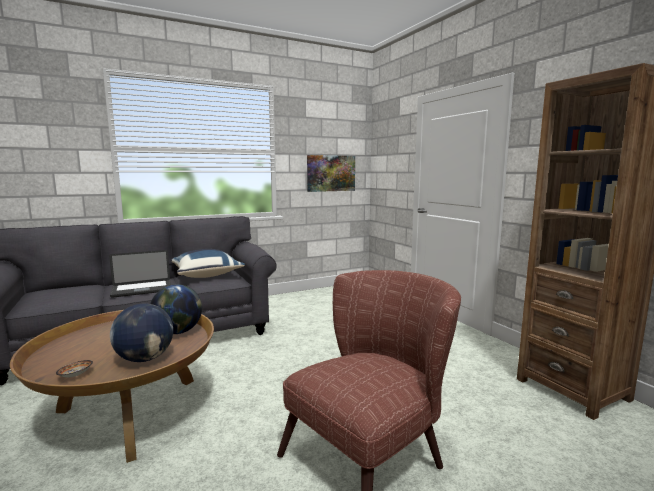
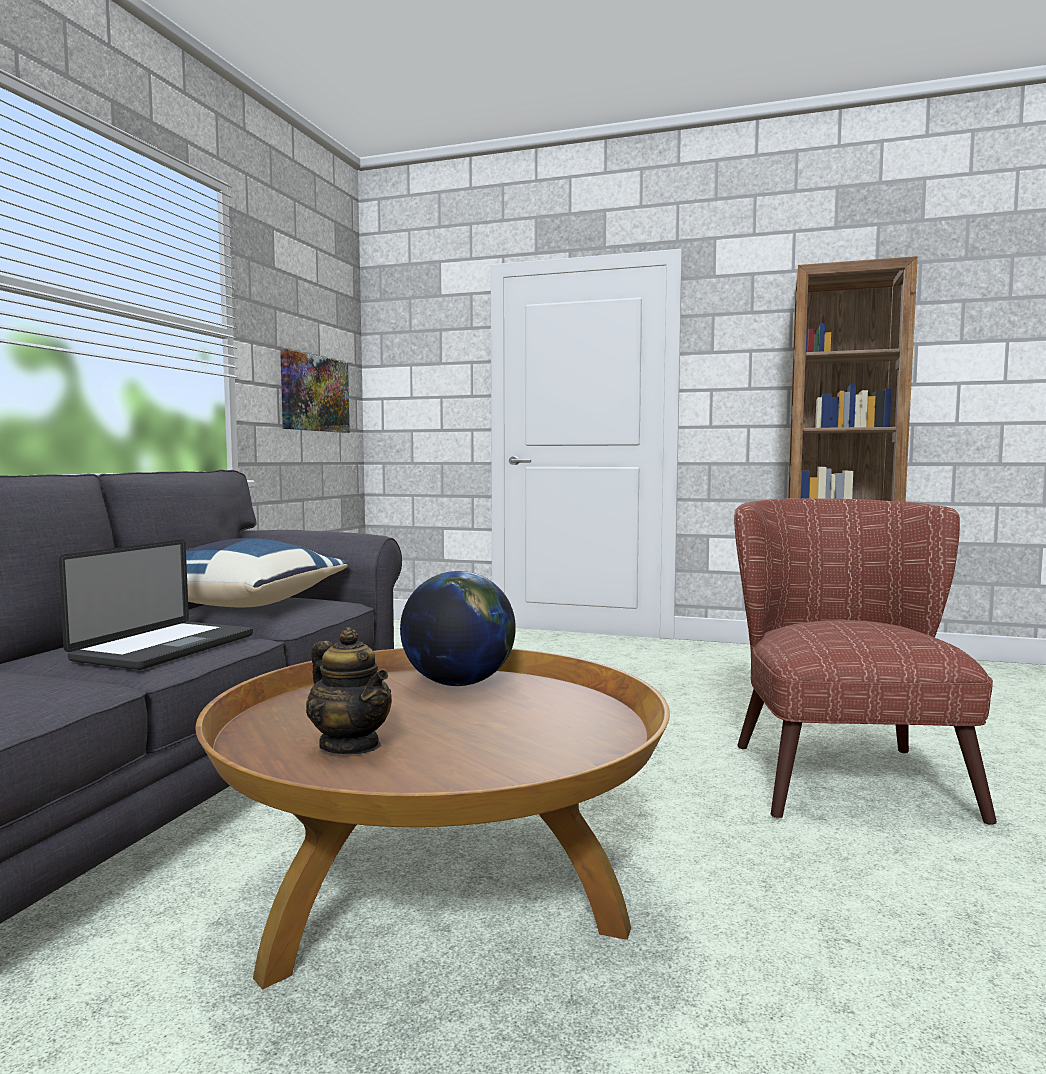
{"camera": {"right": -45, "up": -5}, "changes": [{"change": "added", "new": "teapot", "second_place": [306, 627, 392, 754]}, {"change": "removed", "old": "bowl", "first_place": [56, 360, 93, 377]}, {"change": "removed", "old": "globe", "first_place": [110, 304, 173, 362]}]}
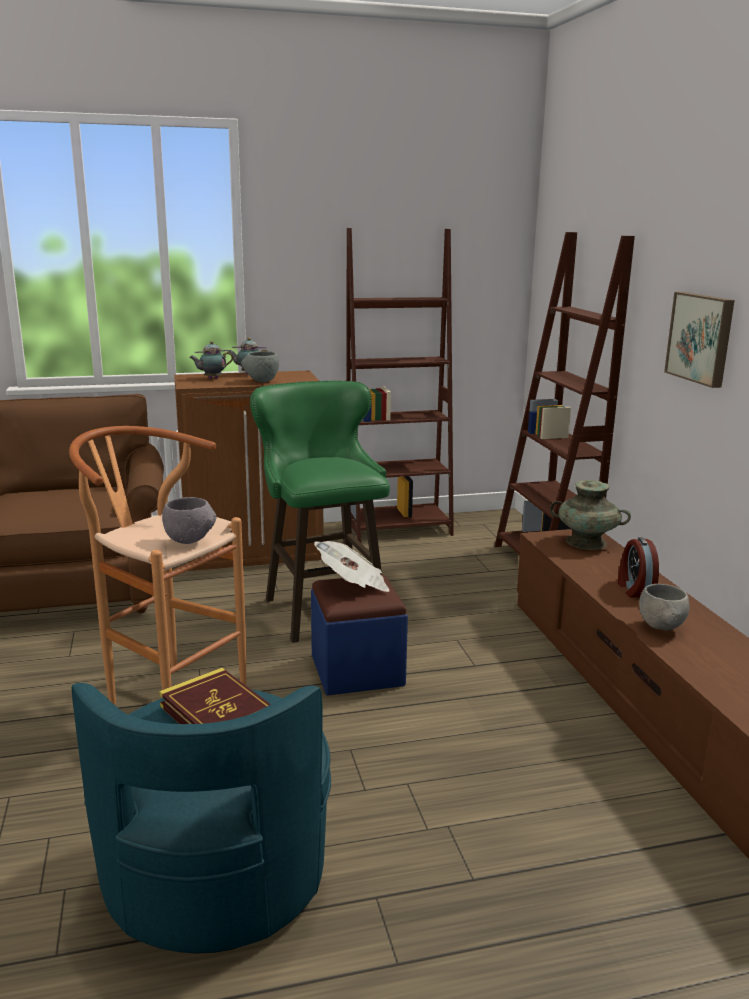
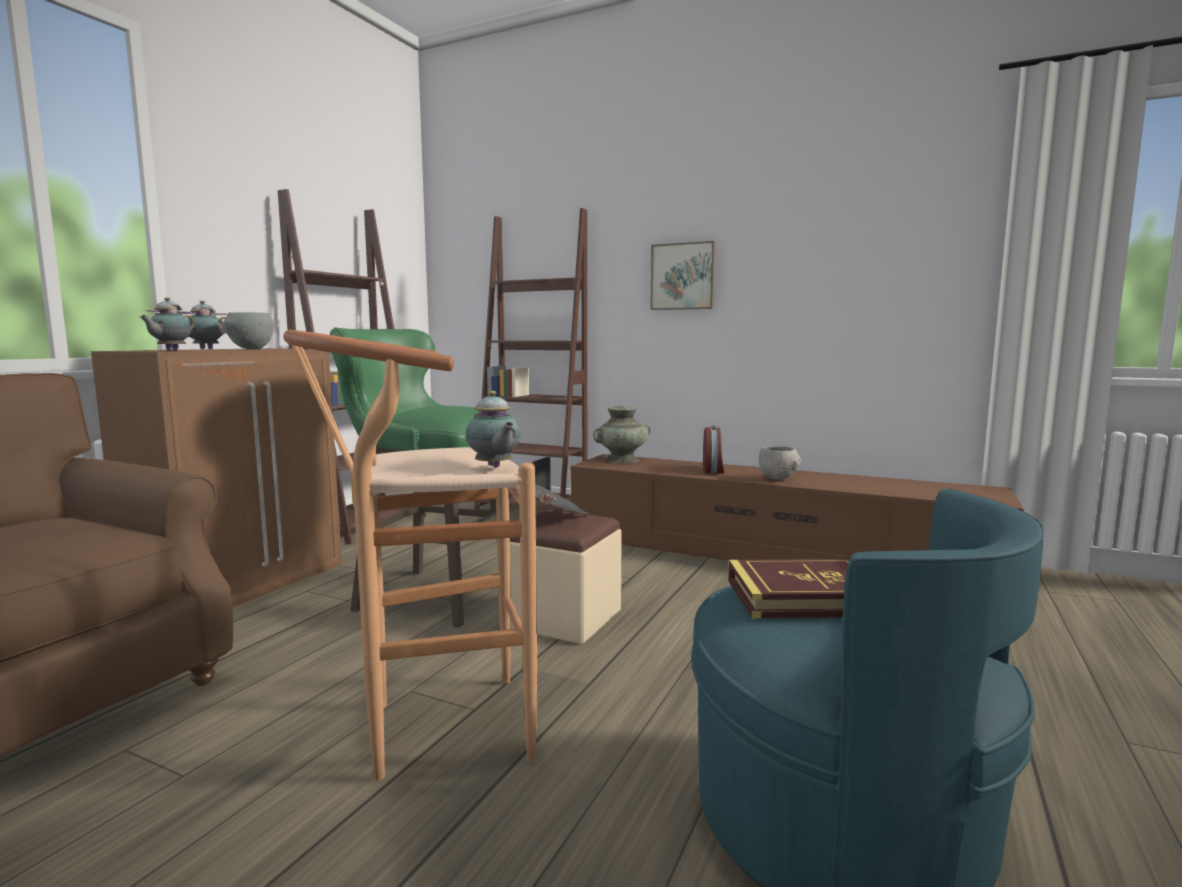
{"camera": {"right": -50, "up": -10}, "changes": [{"change": "replaced", "old": "grey bowl", "new": "teapot", "first_place": [162, 497, 217, 544], "second_place": [466, 391, 521, 468]}, {"change": "recoloured", "old": "blue ottoman", "new": "beige ottoman", "first_place": [311, 575, 408, 696], "second_place": [510, 510, 622, 645]}, {"change": "turned", "old": "alarm clock", "first_place": [618, 537, 659, 597], "second_place": [703, 426, 725, 474], "degrees": -120}]}
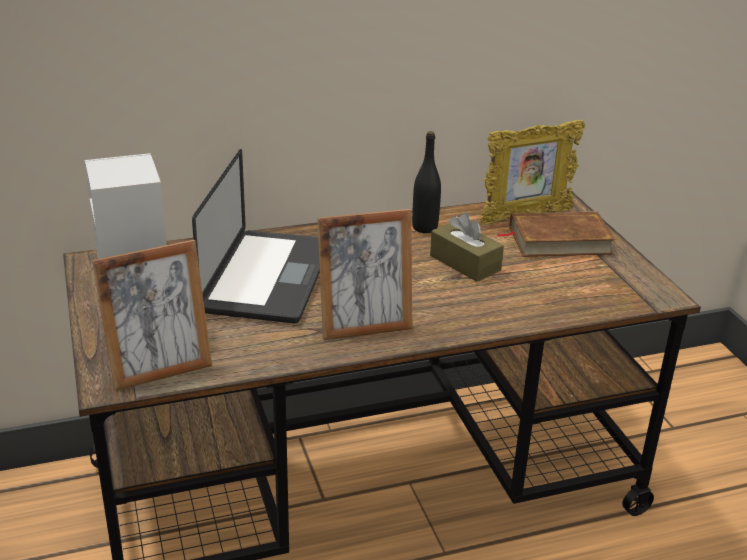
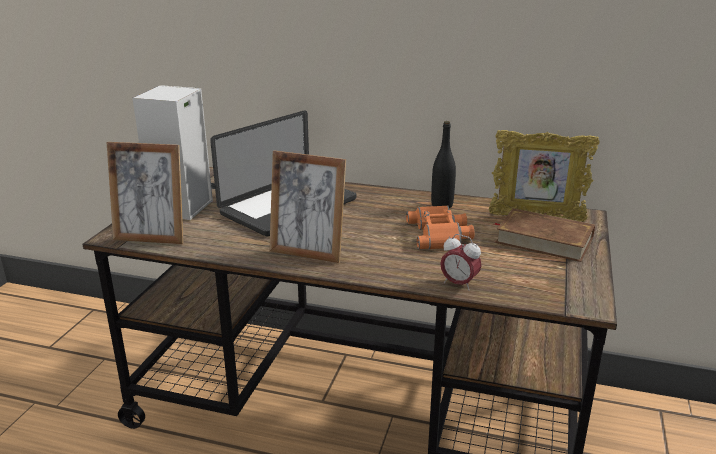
{"camera": {"right": 35, "up": -5}, "changes": [{"change": "replaced", "old": "brown tissue box", "new": "orange binoculars", "first_place": [430, 213, 504, 282], "second_place": [406, 205, 475, 250]}, {"change": "added", "new": "alarm clock", "second_place": [440, 234, 481, 291]}]}
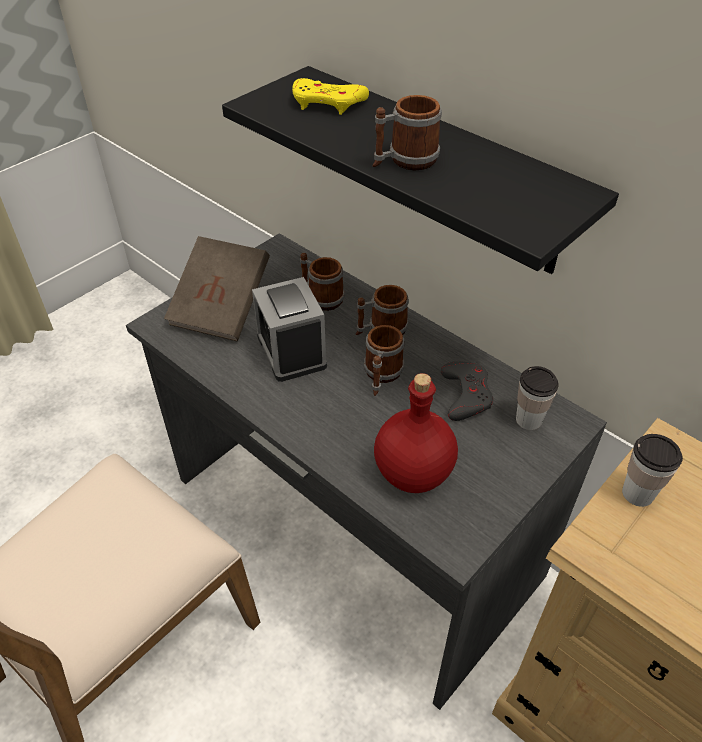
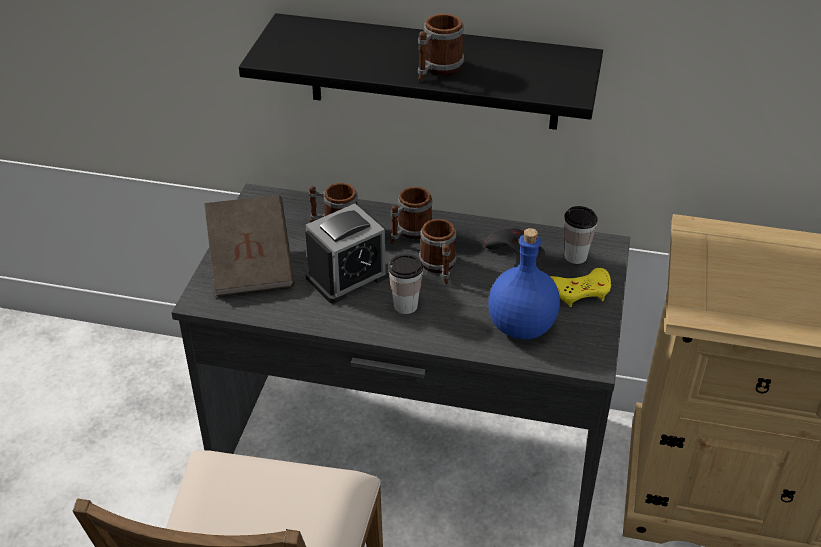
{"camera": {"right": -30, "up": -5}, "changes": [{"change": "turned", "old": "alarm clock", "first_place": [252, 277, 327, 382], "second_place": [305, 204, 389, 304], "degrees": -75}, {"change": "moved", "old": "cup", "first_place": [622, 434, 683, 507], "second_place": [388, 254, 423, 314]}, {"change": "recoloured", "old": "red bottle", "new": "blue bottle", "first_place": [374, 373, 458, 493], "second_place": [488, 228, 560, 339]}, {"change": "moved", "old": "yellow game controller", "first_place": [292, 78, 369, 115], "second_place": [550, 268, 611, 307]}]}
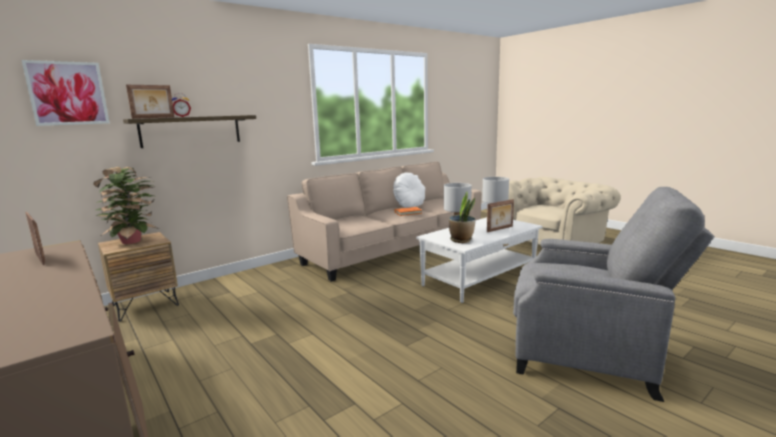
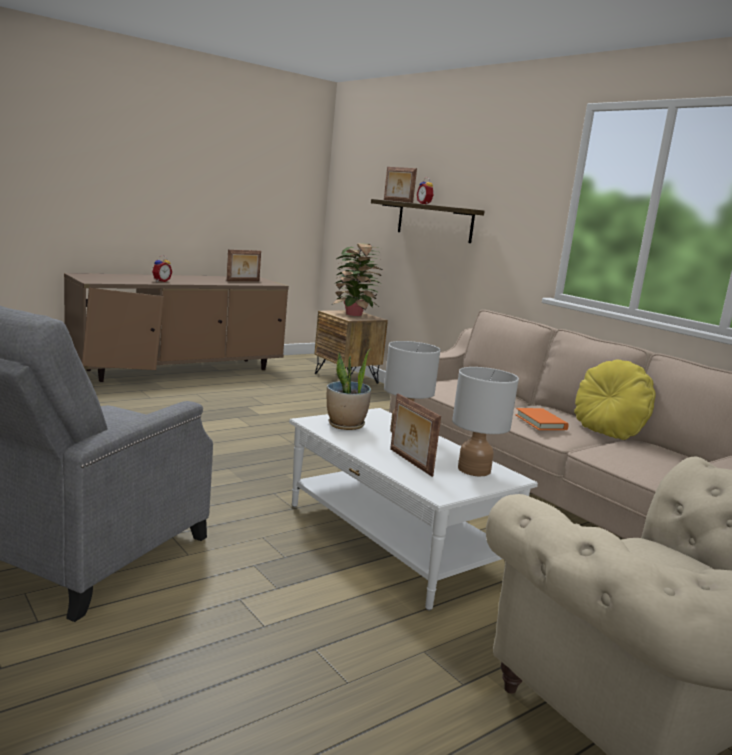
{"camera": {"right": 90, "up": 0}, "changes": [{"change": "added", "new": "alarm clock", "second_place": [152, 255, 172, 282]}, {"change": "recoloured", "old": "white pillow", "new": "yellow pillow", "first_place": [393, 172, 425, 208], "second_place": [574, 360, 656, 440]}, {"change": "removed", "old": "picture", "first_place": [21, 60, 110, 126]}]}
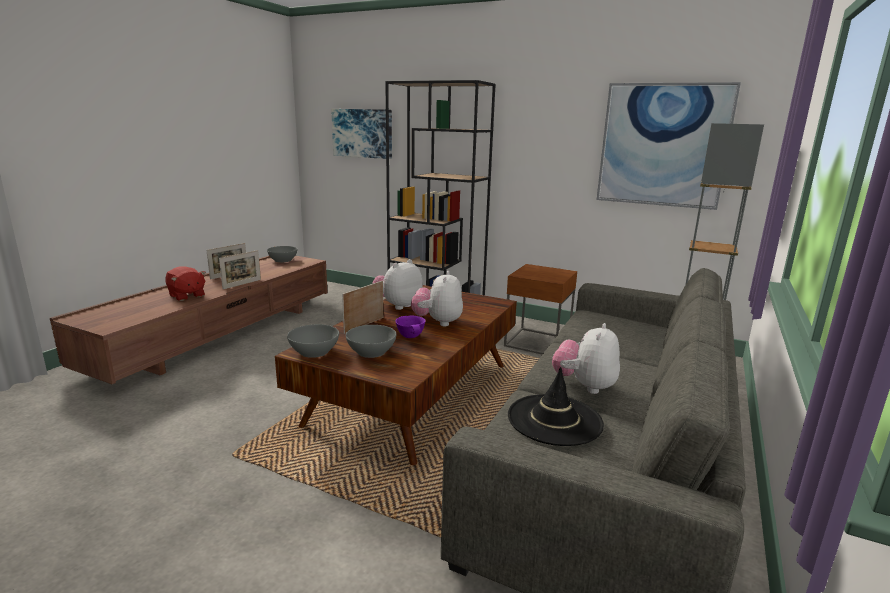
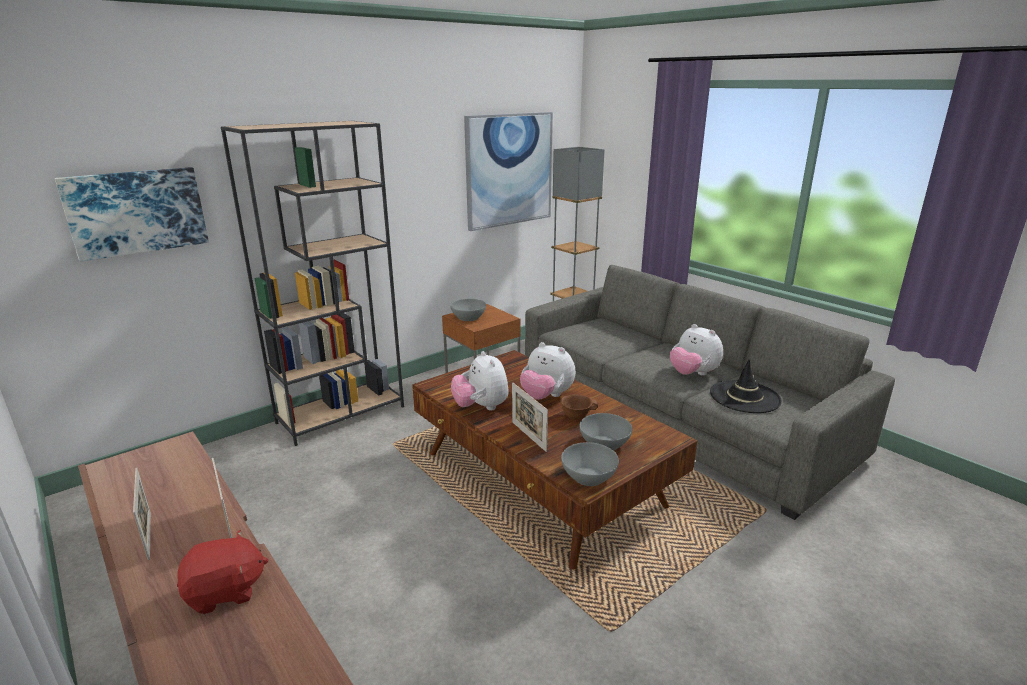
{"camera": {"right": -65, "up": 5}, "changes": [{"change": "moved", "old": "grey bowl", "first_place": [267, 246, 297, 262], "second_place": [450, 299, 486, 321]}, {"change": "recoloured", "old": "purple bowl", "new": "brown bowl", "first_place": [395, 315, 426, 338], "second_place": [561, 394, 598, 420]}]}
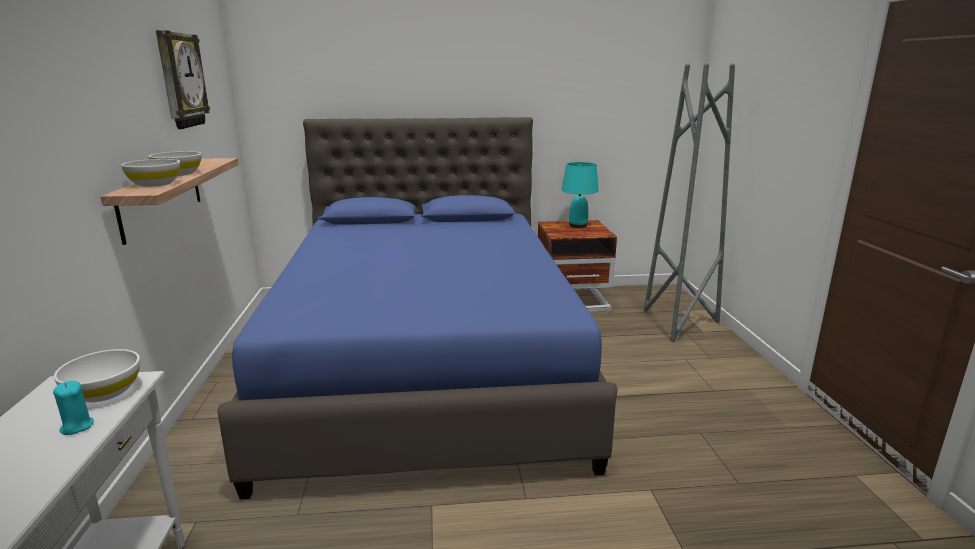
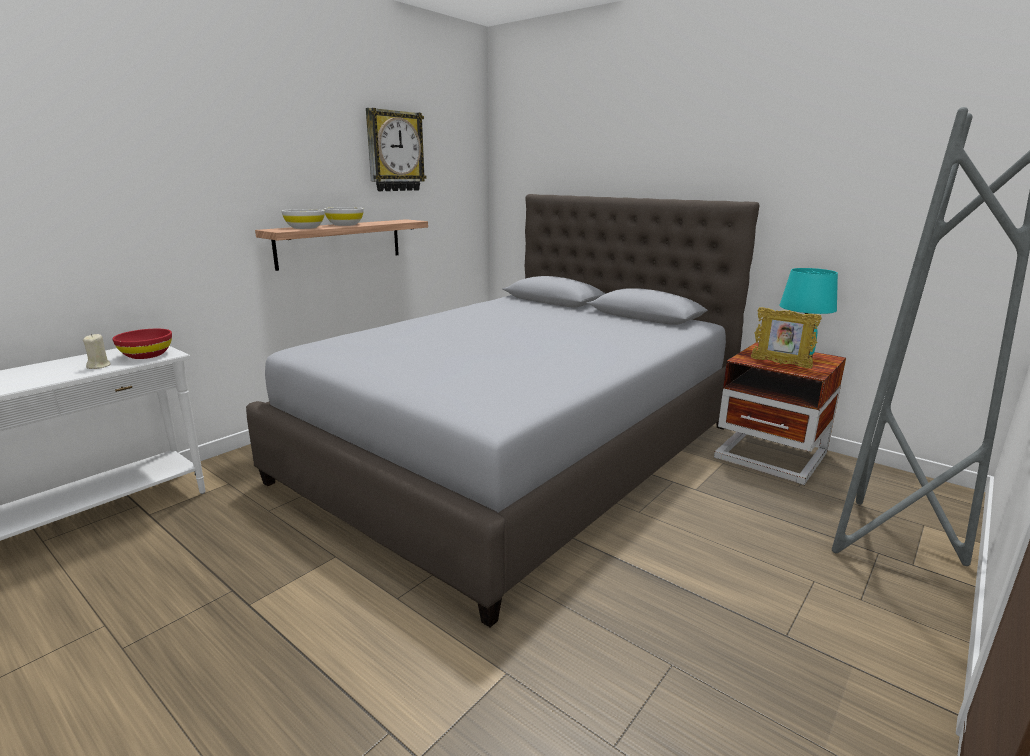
{"camera": {"right": 45, "up": 0}, "changes": [{"change": "recoloured", "old": "turquoise candle", "new": "beige candle", "first_place": [53, 380, 94, 435], "second_place": [83, 334, 111, 369]}, {"change": "recoloured", "old": "white bowl", "new": "red bowl", "first_place": [54, 349, 140, 402], "second_place": [112, 329, 172, 359]}, {"change": "recoloured", "old": "blue bed", "new": "grey bed", "first_place": [217, 117, 617, 500], "second_place": [246, 194, 760, 627]}, {"change": "added", "new": "picture frame", "second_place": [751, 307, 822, 368]}]}
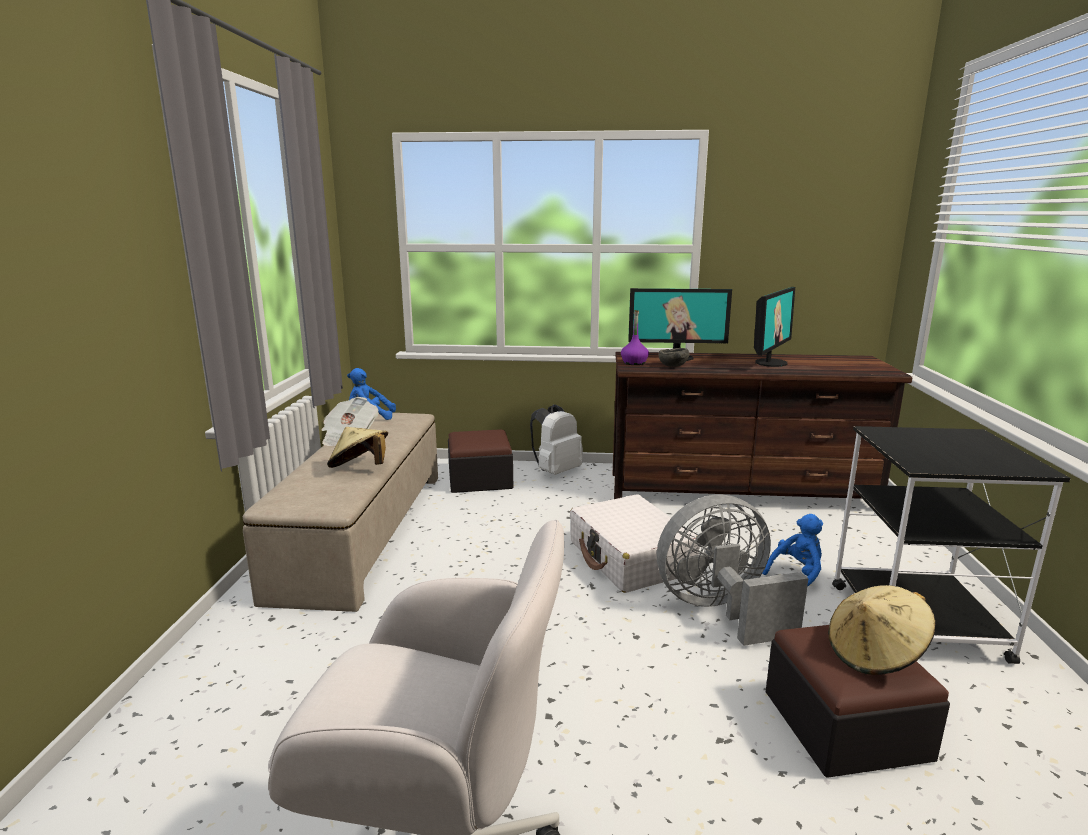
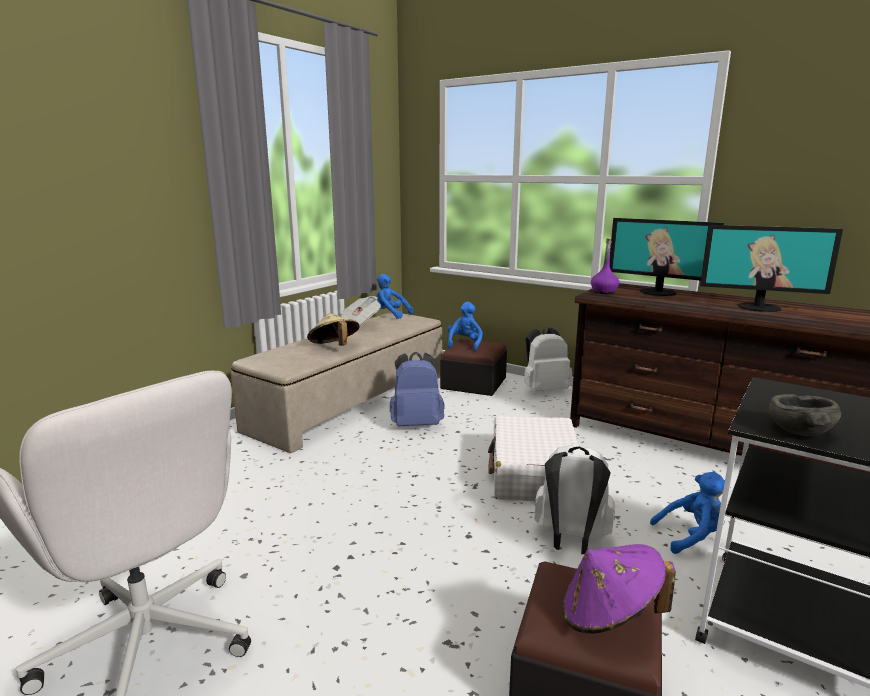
{"camera": {"right": 30, "up": 0}, "changes": [{"change": "added", "new": "blue backpack", "second_place": [390, 352, 444, 426]}, {"change": "added", "new": "blue plush toy", "second_place": [447, 301, 483, 351]}, {"change": "replaced", "old": "grey fan", "new": "white backpack", "first_place": [657, 494, 808, 646], "second_place": [535, 445, 615, 554]}, {"change": "recoloured", "old": "beige hat", "new": "purple hat", "first_place": [828, 585, 935, 675], "second_place": [563, 544, 676, 634]}, {"change": "turned", "old": "monitor", "first_place": [754, 287, 795, 367], "second_place": [700, 225, 843, 312], "degrees": 45}, {"change": "moved", "old": "grey bowl", "first_place": [658, 348, 690, 367], "second_place": [769, 394, 841, 436]}]}
